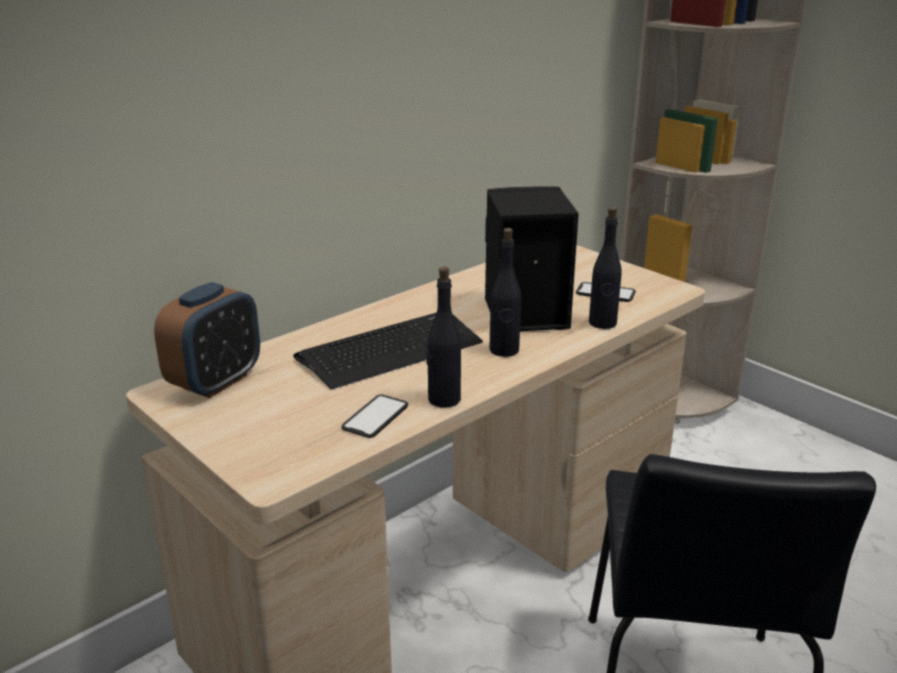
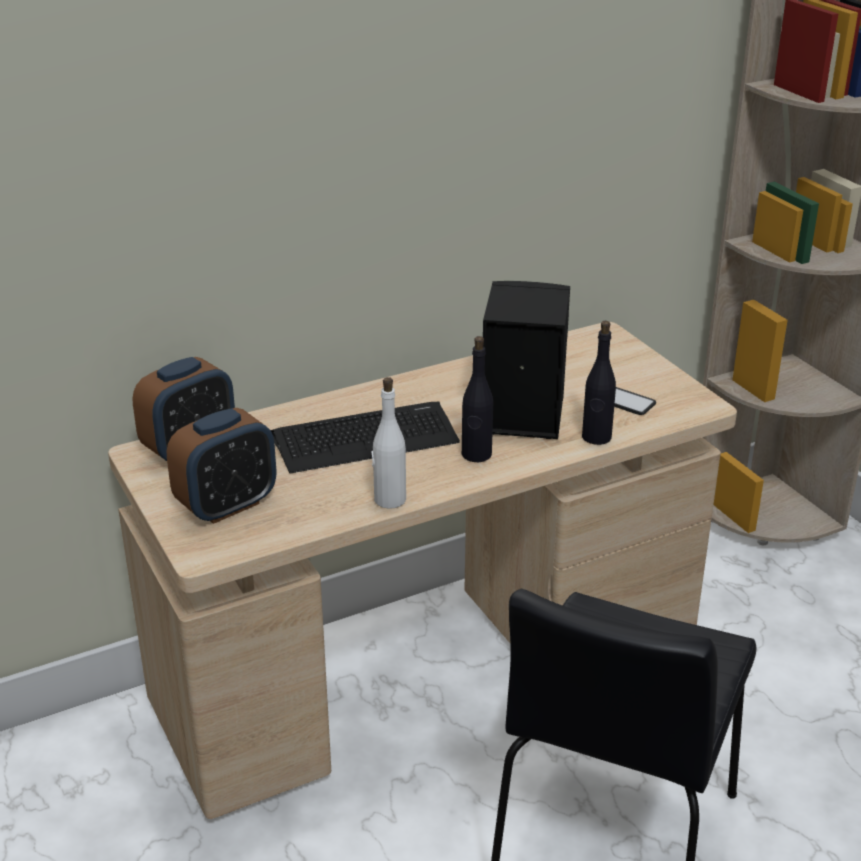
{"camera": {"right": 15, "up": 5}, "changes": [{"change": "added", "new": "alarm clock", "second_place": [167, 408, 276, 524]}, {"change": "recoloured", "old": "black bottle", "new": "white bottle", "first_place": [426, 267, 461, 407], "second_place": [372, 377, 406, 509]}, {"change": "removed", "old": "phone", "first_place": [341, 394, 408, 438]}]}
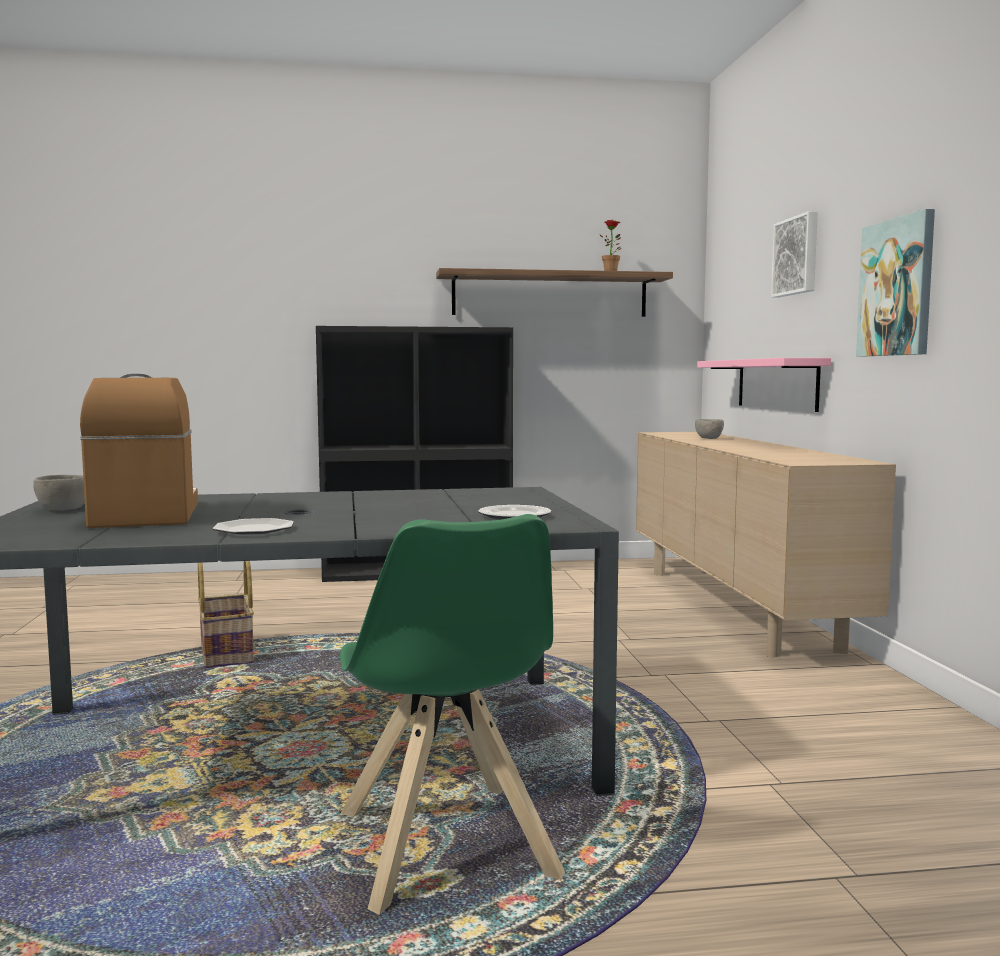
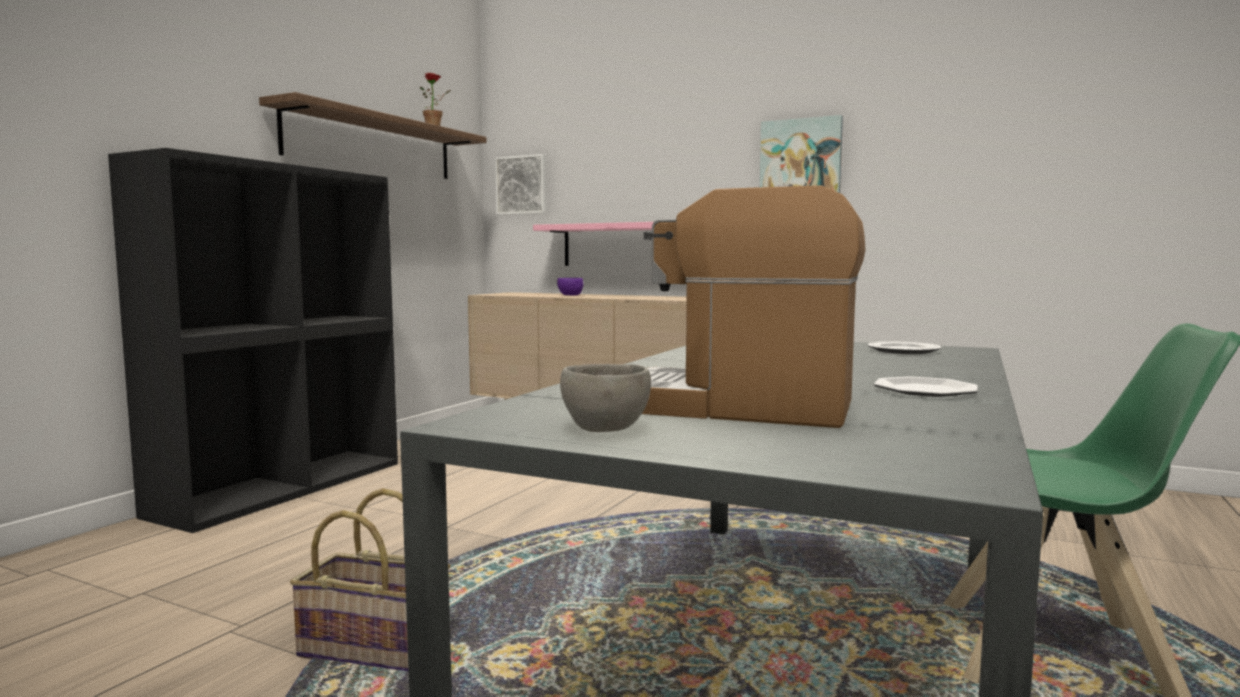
{"camera": {"right": -55, "up": 0}, "changes": [{"change": "moved", "old": "picture", "first_place": [771, 211, 818, 298], "second_place": [495, 154, 547, 215]}, {"change": "recoloured", "old": "grey bowl", "new": "purple bowl", "first_place": [695, 419, 724, 439], "second_place": [557, 278, 584, 295]}]}
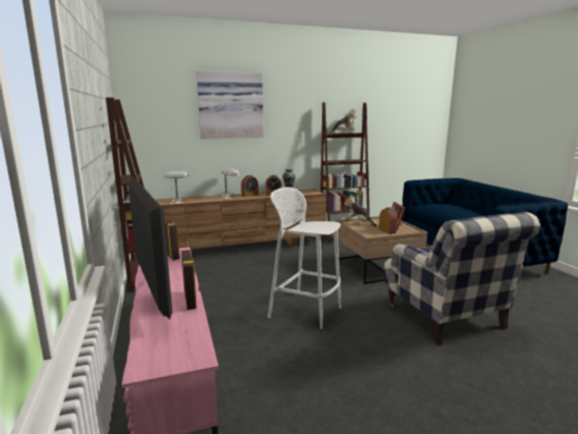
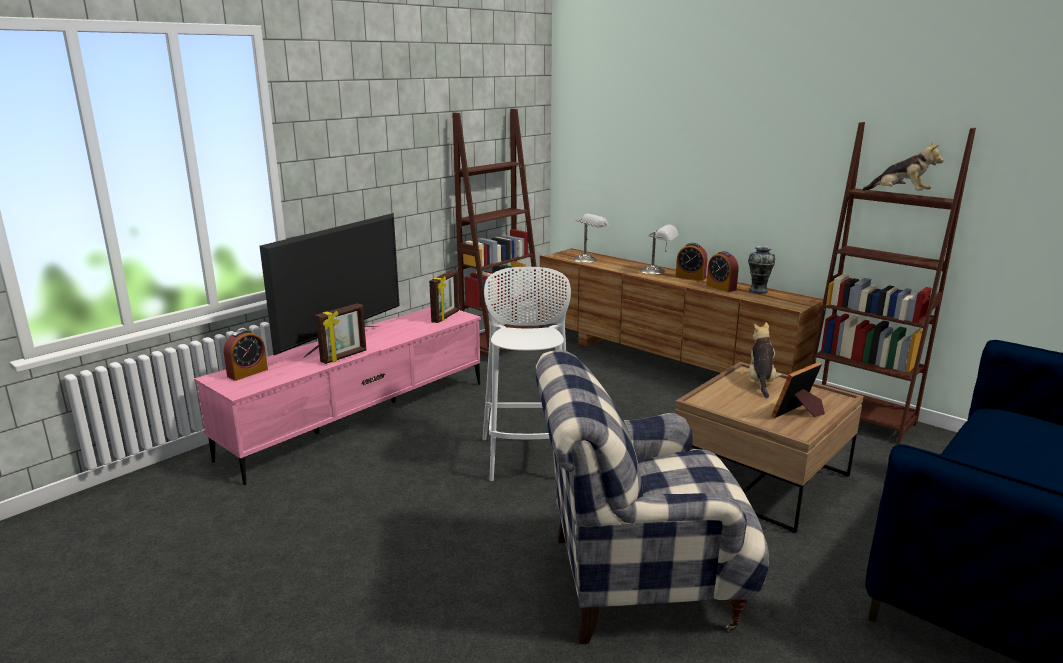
{"camera": {"right": 60, "up": 5}, "changes": [{"change": "moved", "old": "alarm clock", "first_place": [379, 207, 397, 234], "second_place": [224, 329, 268, 381]}, {"change": "turned", "old": "armchair", "first_place": [383, 212, 540, 346], "second_place": [536, 349, 769, 644], "degrees": 45}, {"change": "removed", "old": "picture", "first_place": [197, 71, 263, 139]}]}
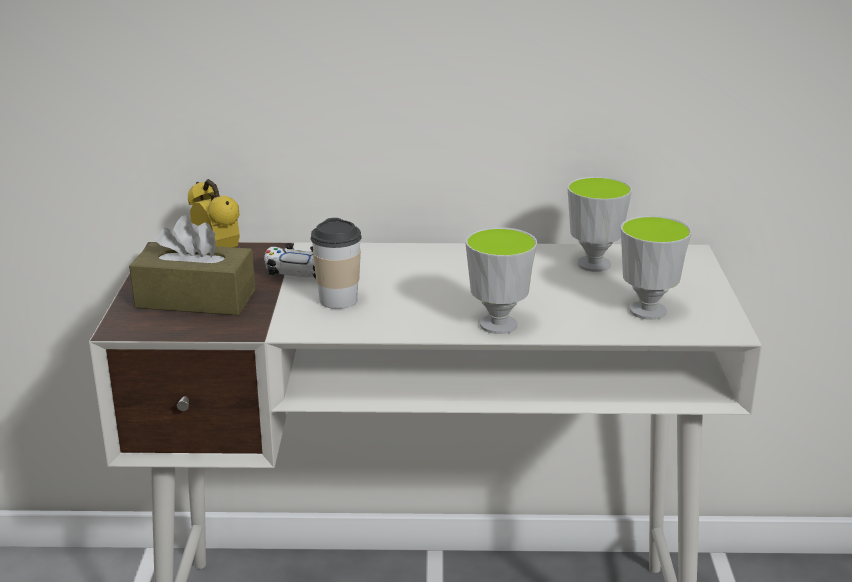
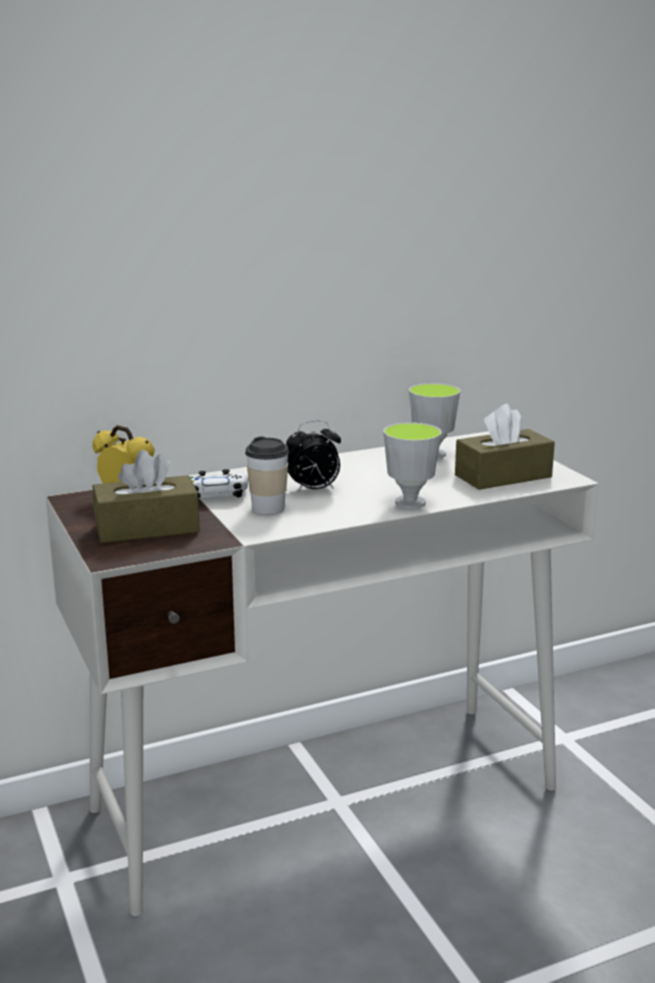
{"camera": {"right": -25, "up": -5}, "changes": [{"change": "added", "new": "alarm clock", "second_place": [286, 420, 341, 493]}, {"change": "replaced", "old": "cup", "new": "brown tissue box", "first_place": [621, 216, 692, 320], "second_place": [455, 404, 555, 490]}]}
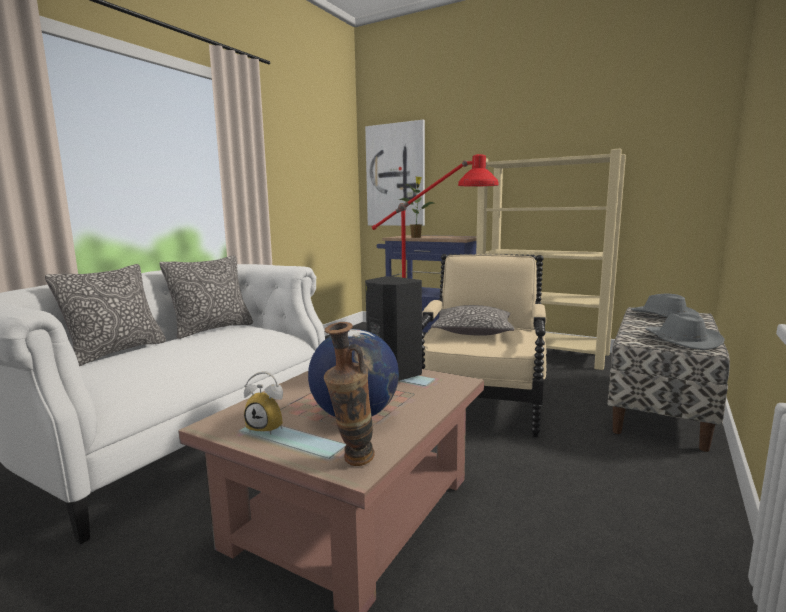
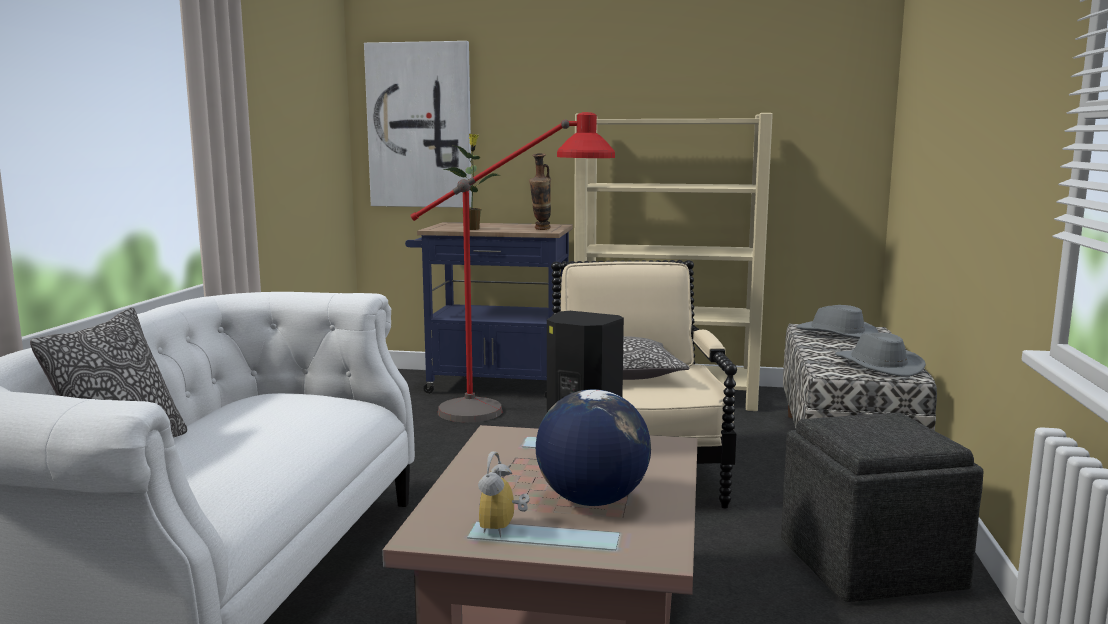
{"camera": {"right": -20, "up": 0}, "changes": [{"change": "turned", "old": "alarm clock", "first_place": [244, 371, 283, 435], "second_place": [478, 451, 530, 538], "degrees": 105}, {"change": "moved", "old": "vase", "first_place": [324, 322, 375, 466], "second_place": [529, 153, 551, 230]}, {"change": "added", "new": "grey ottoman", "second_place": [781, 413, 983, 602]}, {"change": "removed", "old": "pillow", "first_place": [160, 255, 253, 339]}]}
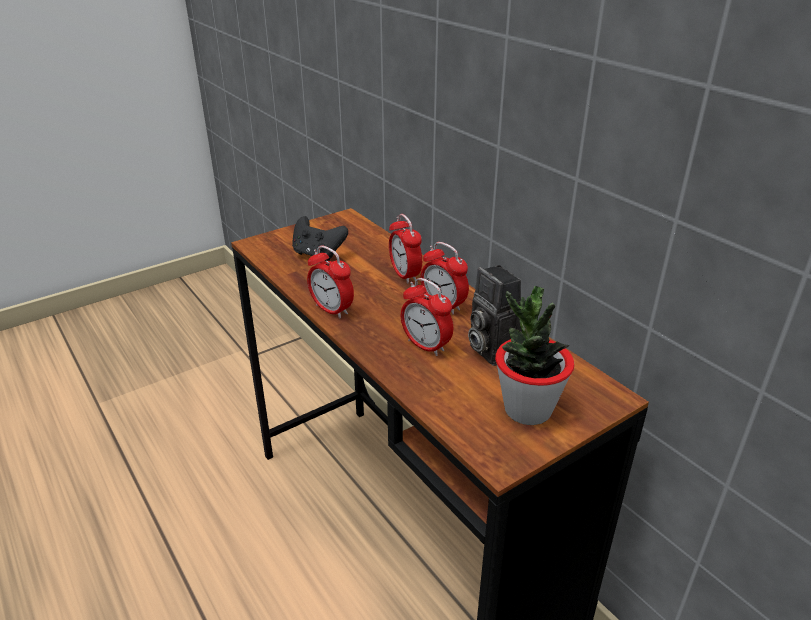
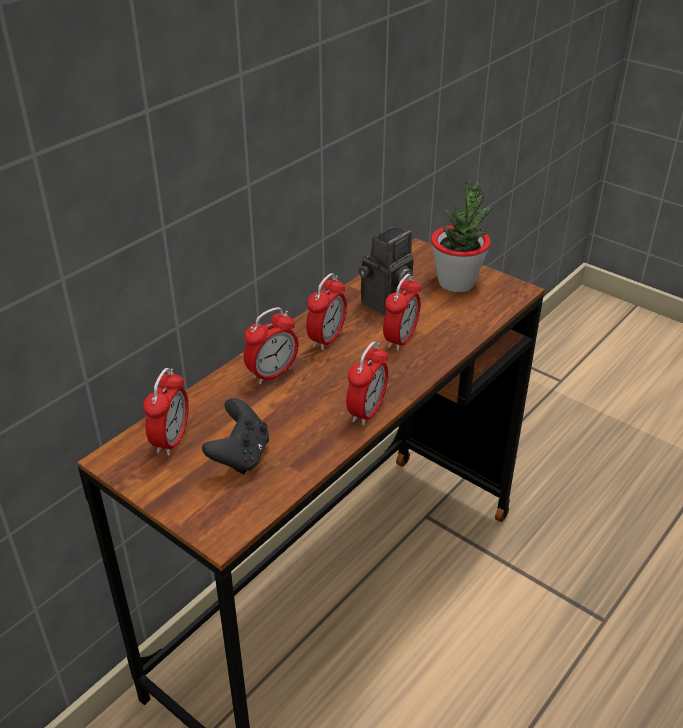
{"camera": {"right": -105, "up": 5}, "changes": [{"change": "added", "new": "alarm clock", "second_place": [143, 368, 189, 456]}]}
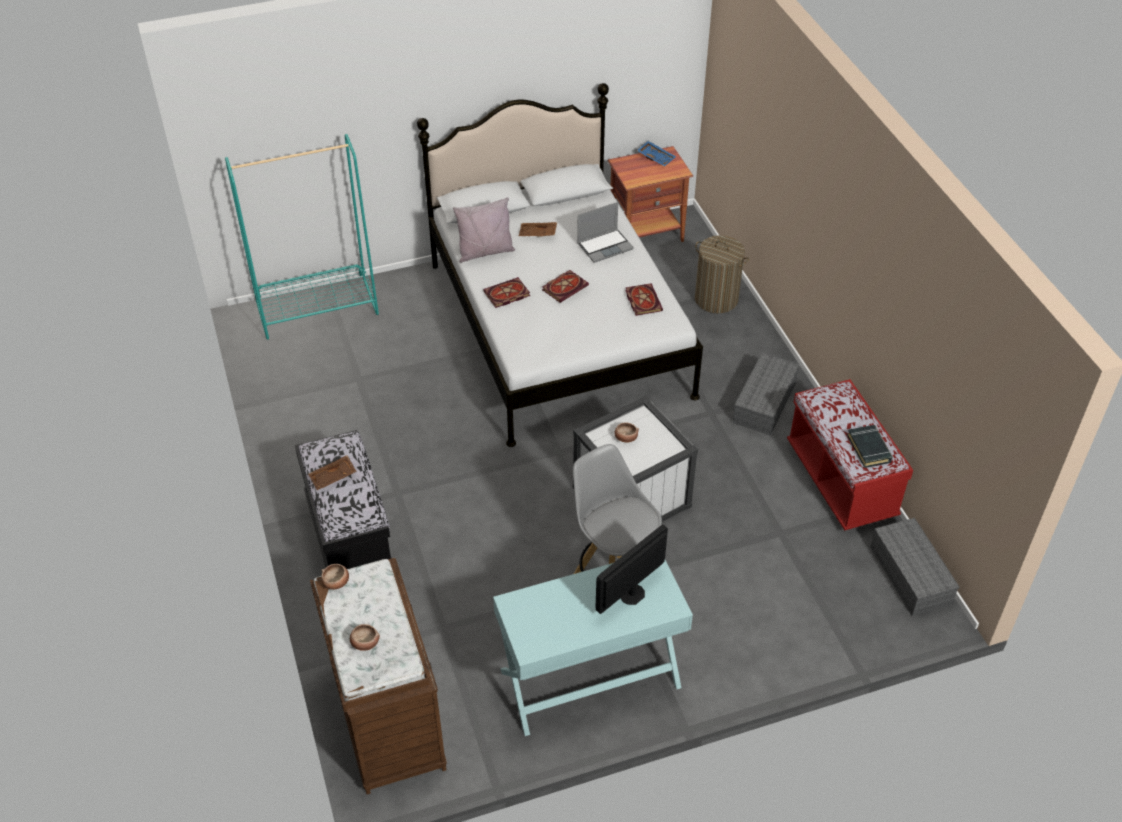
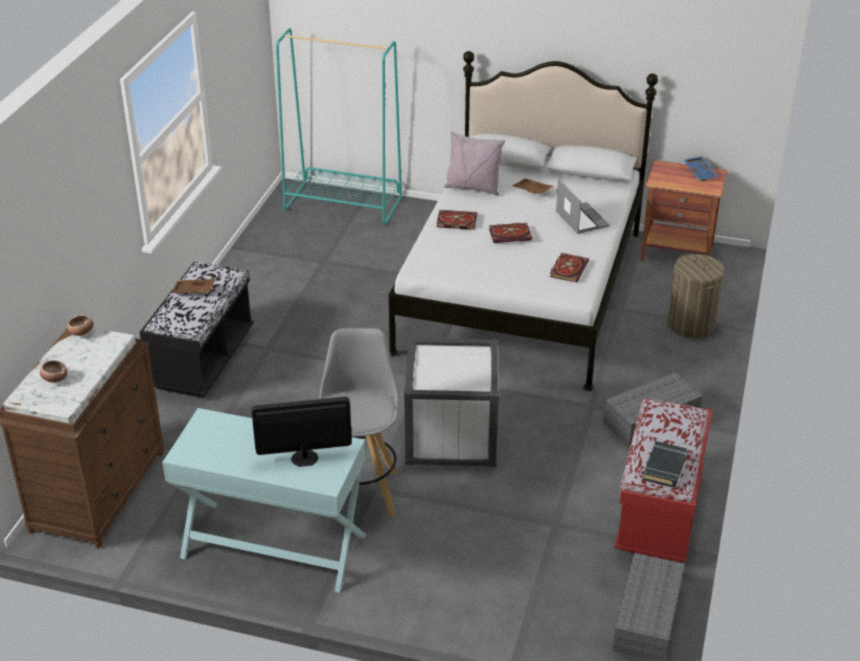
{"camera": {"right": 35, "up": -10}, "changes": [{"change": "turned", "old": "laptop", "first_place": [577, 202, 634, 263], "second_place": [556, 179, 609, 234], "degrees": -120}, {"change": "removed", "old": "bowl", "first_place": [614, 422, 639, 443]}]}
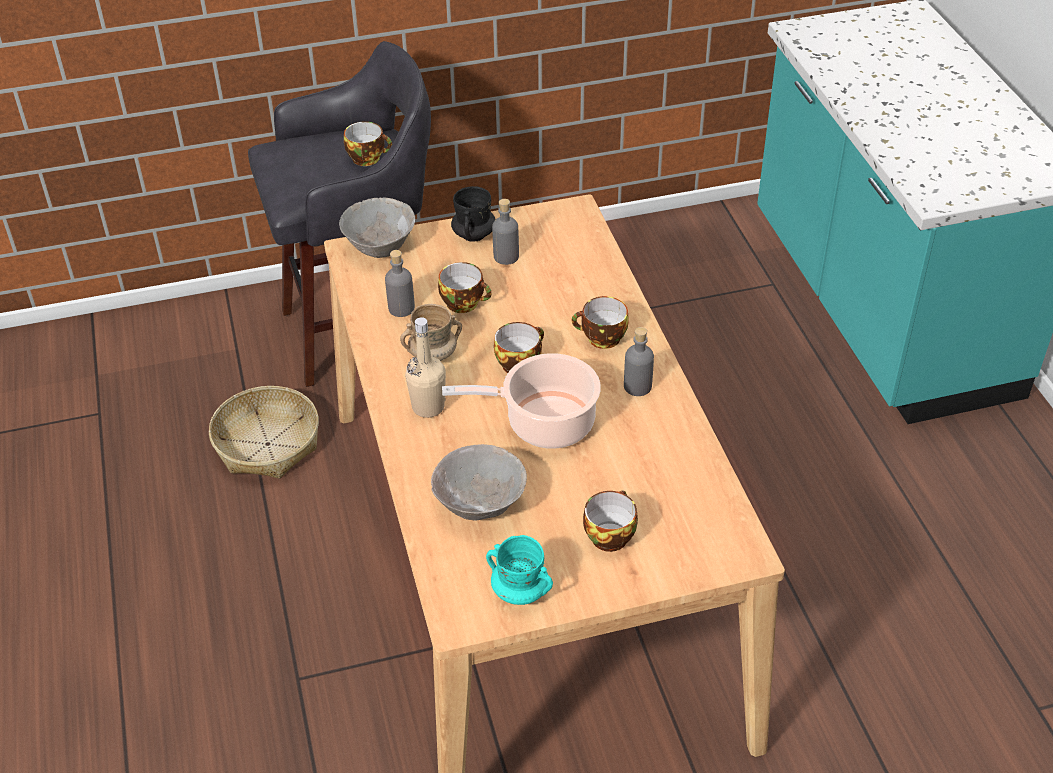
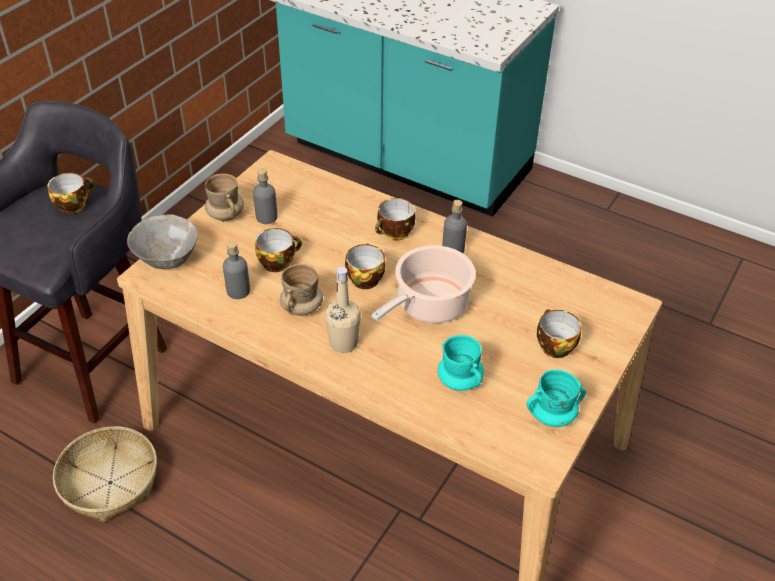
{"camera": {"right": -45, "up": 0}, "changes": [{"change": "recoloured", "old": "black mug", "new": "beige mug", "first_place": [451, 186, 496, 242], "second_place": [205, 174, 244, 221]}, {"change": "replaced", "old": "grey bowl", "new": "turquoise mug", "first_place": [431, 444, 527, 521], "second_place": [438, 335, 484, 391]}]}
